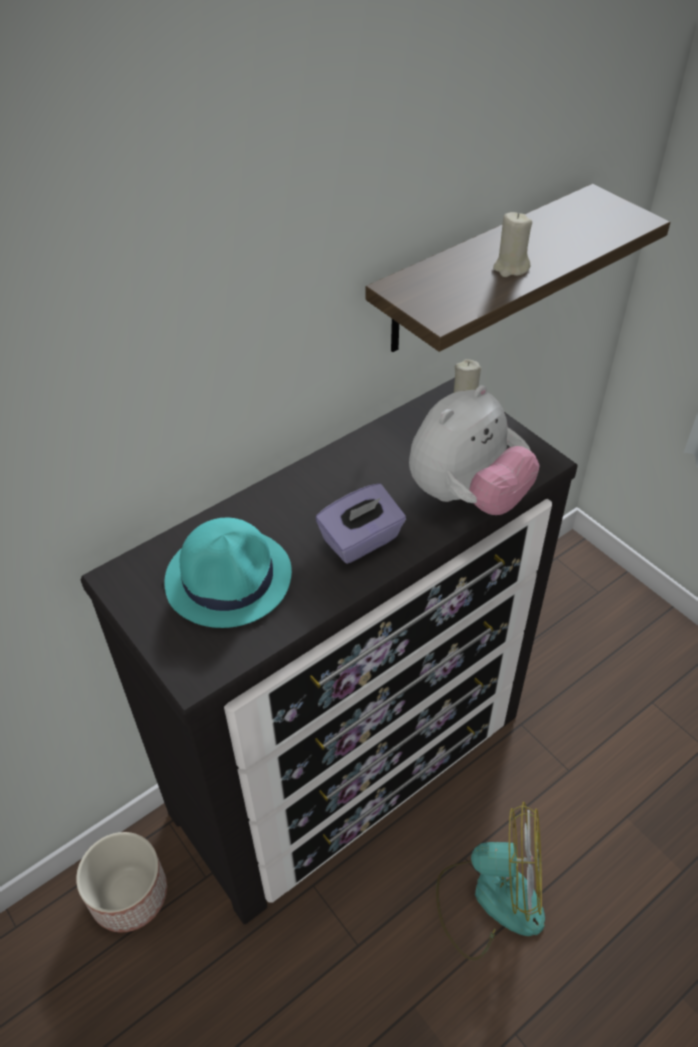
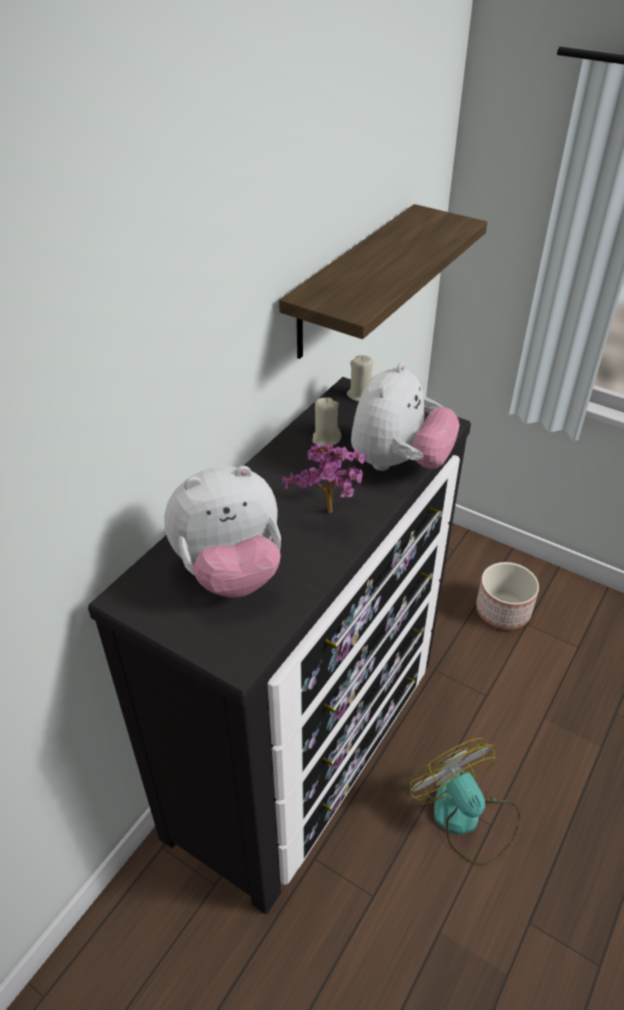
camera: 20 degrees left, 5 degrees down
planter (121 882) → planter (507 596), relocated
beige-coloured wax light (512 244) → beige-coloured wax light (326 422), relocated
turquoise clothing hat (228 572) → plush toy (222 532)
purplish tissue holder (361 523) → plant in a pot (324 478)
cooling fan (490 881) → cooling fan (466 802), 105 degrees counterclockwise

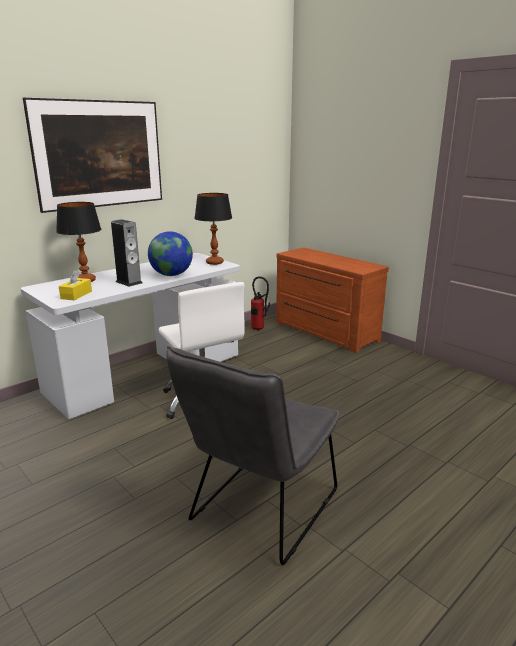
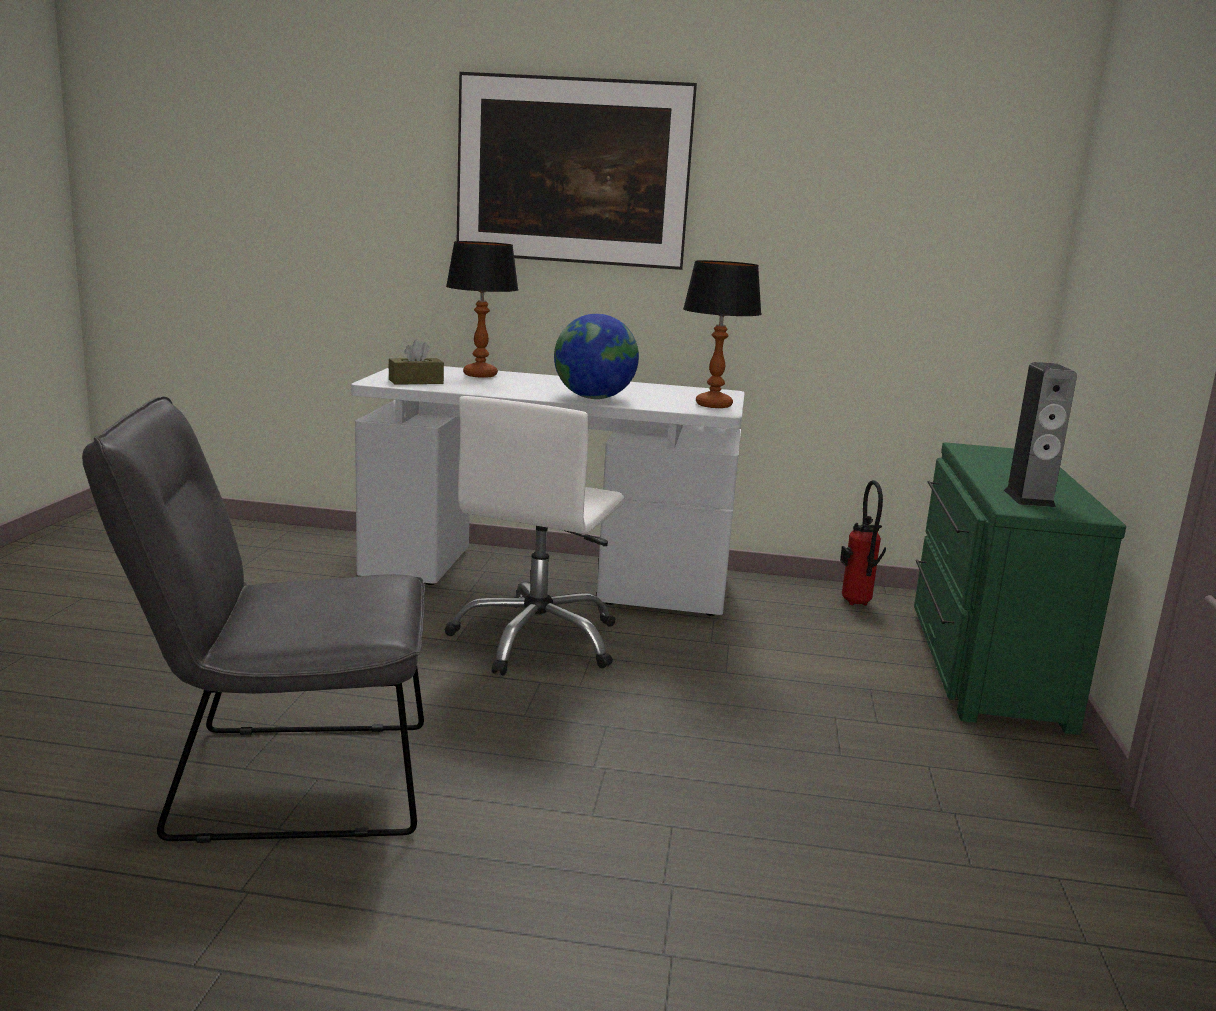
camera: 50 degrees right, 5 degrees down
audio speaker (126 253) → audio speaker (1040 434), relocated
yellow tissue holder (75 285) → brownish tissue holder (416 362)
brownish dresser (332 300) → green dresser (1020 588)

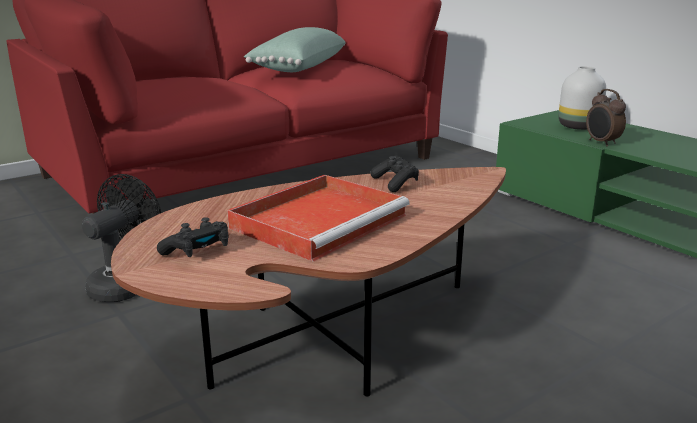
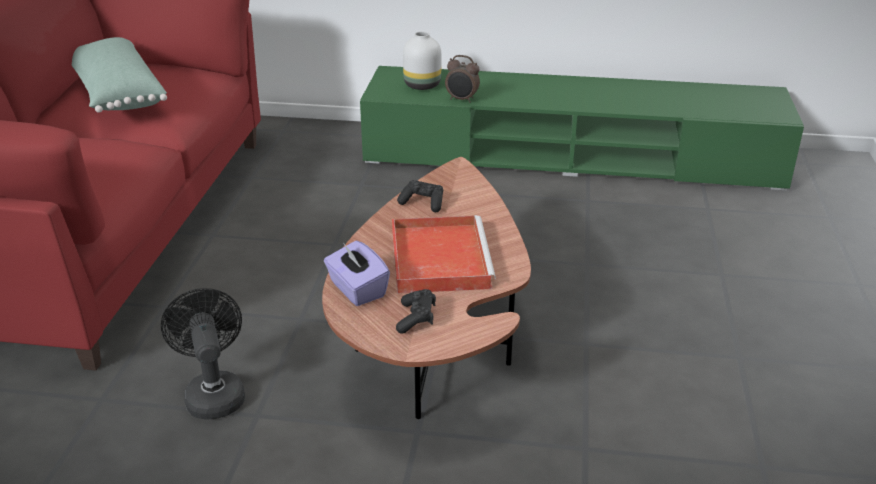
camera: 45 degrees left, 10 degrees up
- → purplish tissue holder (357 273)

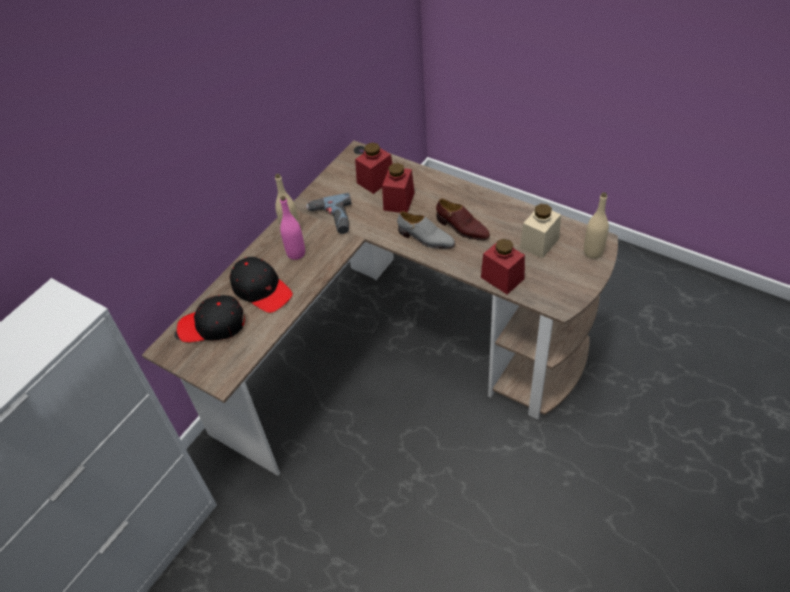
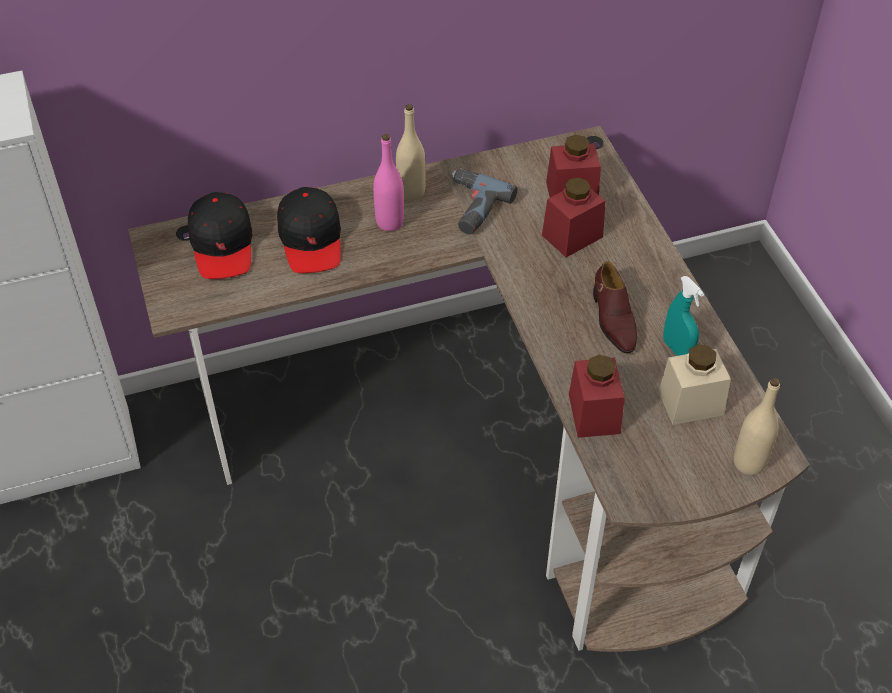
camera: 35 degrees right, 0 degrees up
greyish low shoe (426 230) → -
- → turquoise hand sprayer (683 316)
blackish cap (211 318) → blackish cap (220 235), 135 degrees counterclockwise

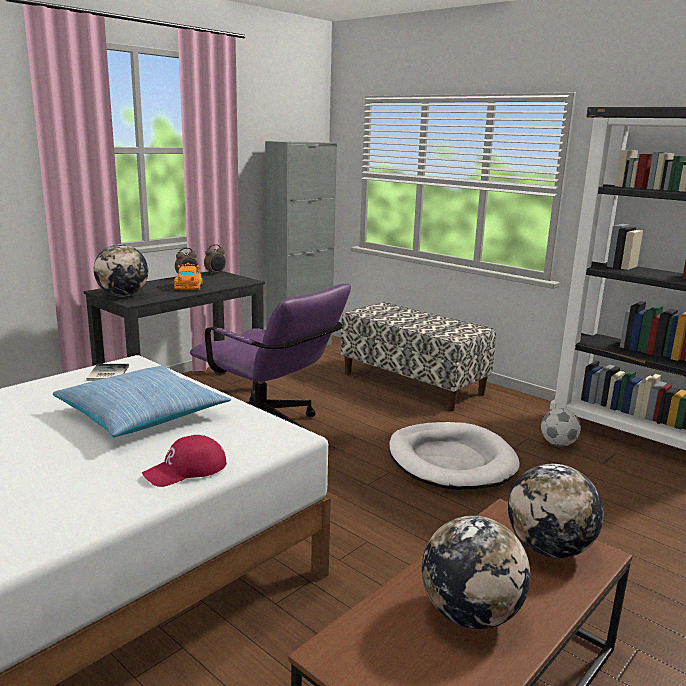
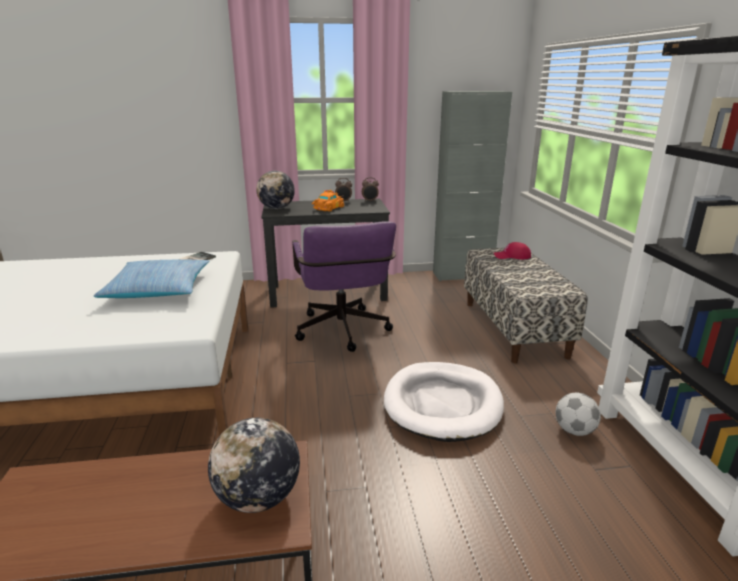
camera: 40 degrees right, 5 degrees up
world globe (476 572) → -
red-coloured cap (184 461) → red-coloured cap (512 250), relocated

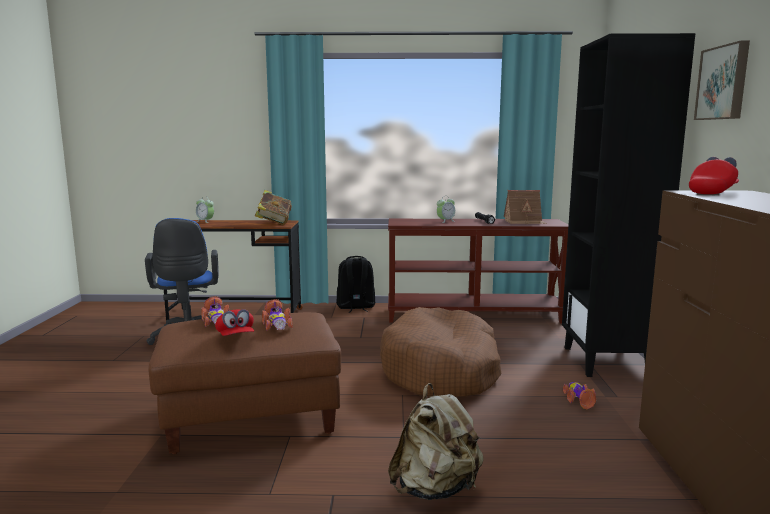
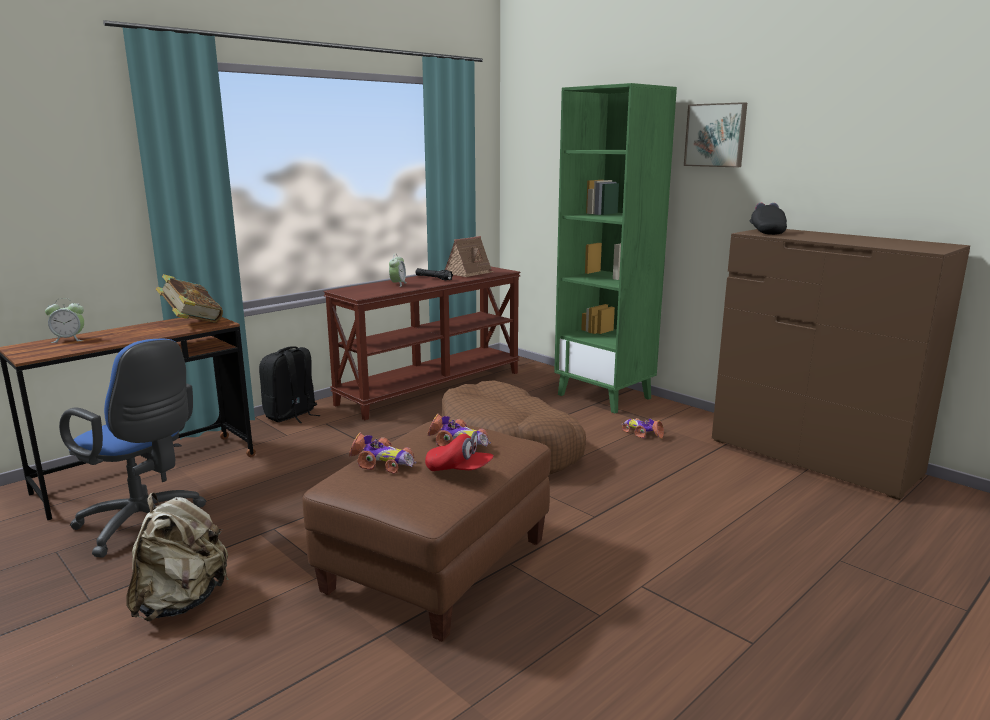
camera: 45 degrees left, 5 degrees up
beige-coloured knapsack (436 441) → beige-coloured knapsack (177 556), relocated
blackish bookshelf (628 205) → green bookshelf (615 248)
red-coloured cap (714 175) → blackish cap (768 219)

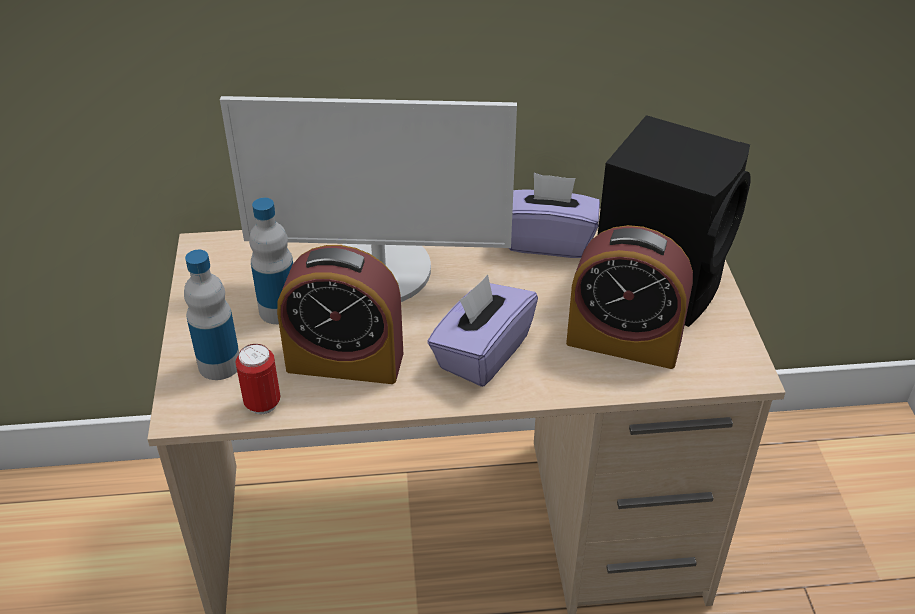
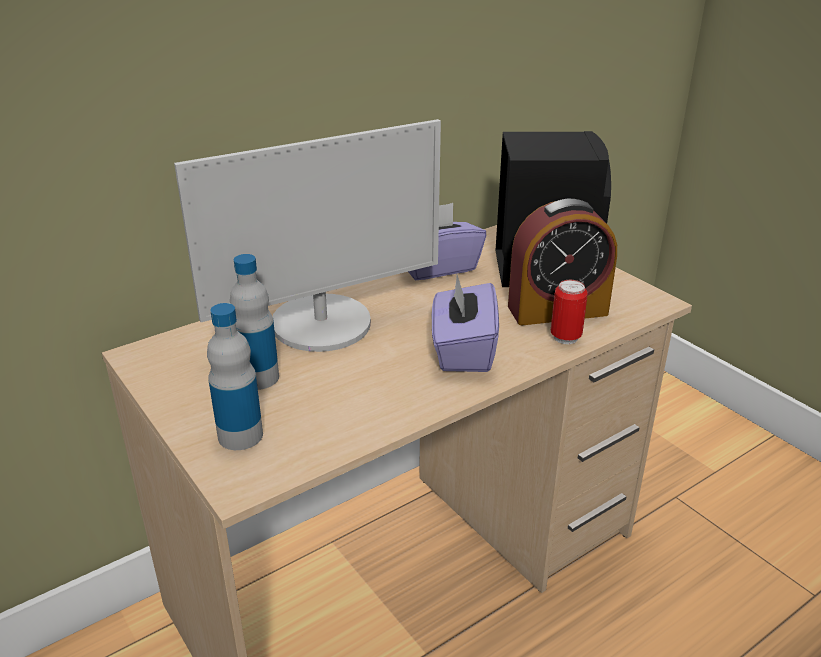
camera: 30 degrees left, 10 degrees down
alarm clock (340 314) → -
can (258 379) → can (569 312), relocated

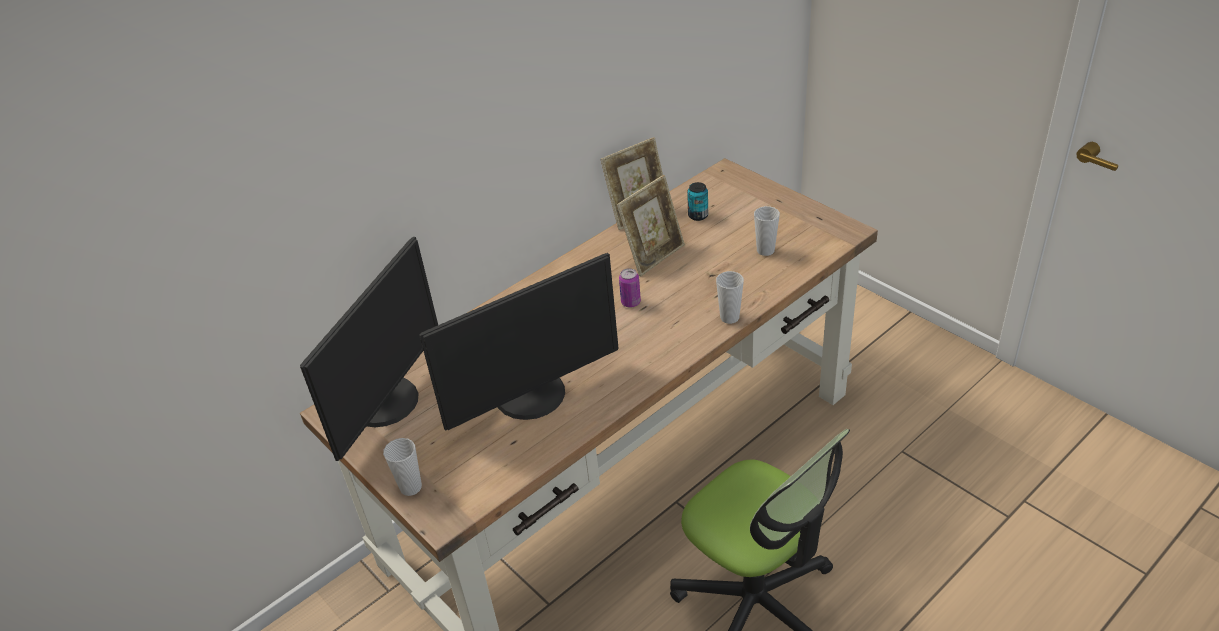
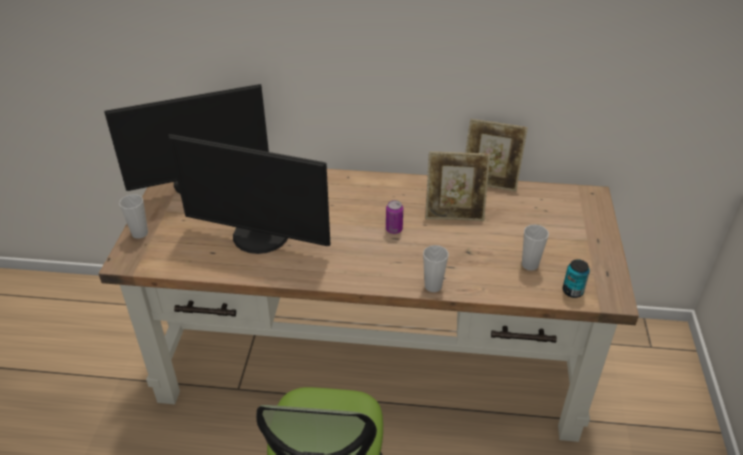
camera: 45 degrees right, 0 degrees up
can (697 201) → can (576 278), relocated

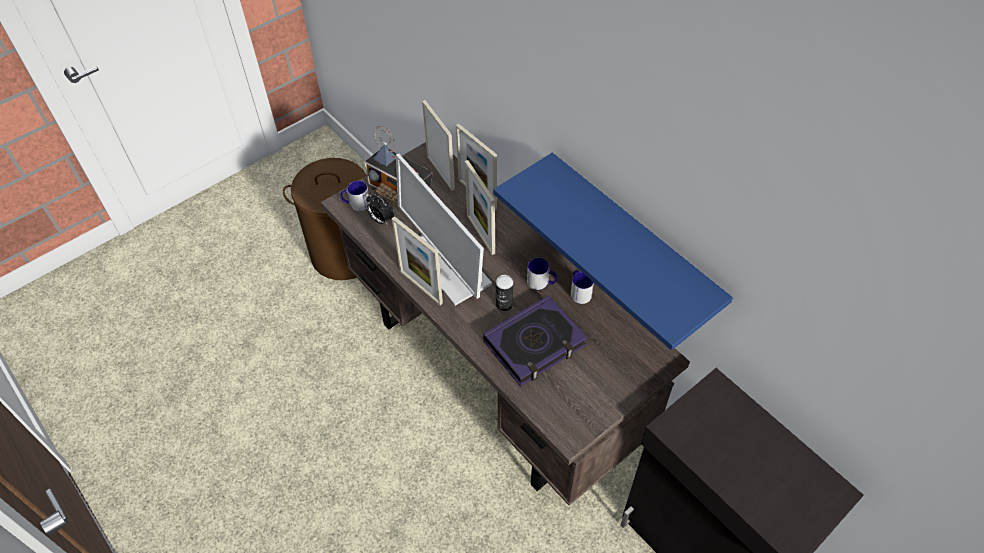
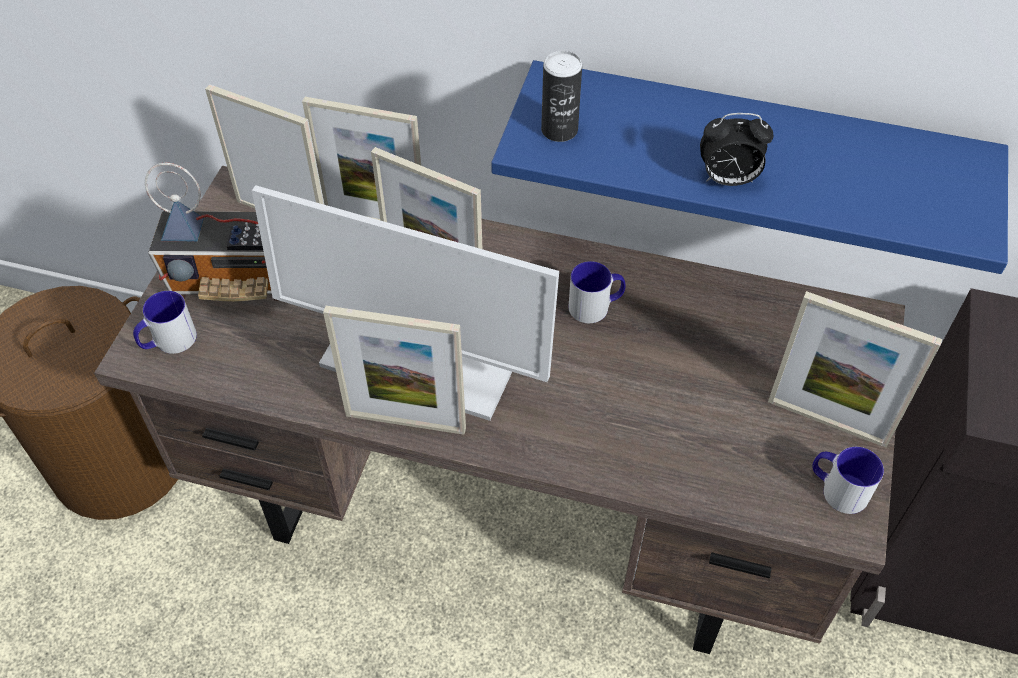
camera: 35 degrees left, 0 degrees up
bound book (535 340) → -
- → photo frame (855 369)
alarm clock (380 209) → alarm clock (736 149), relocated
can (504 293) → can (561 96), relocated
coffee mug (582 287) → coffee mug (848 480), relocated

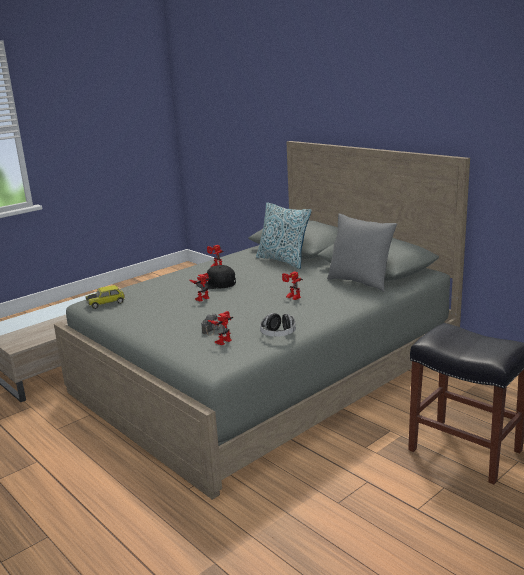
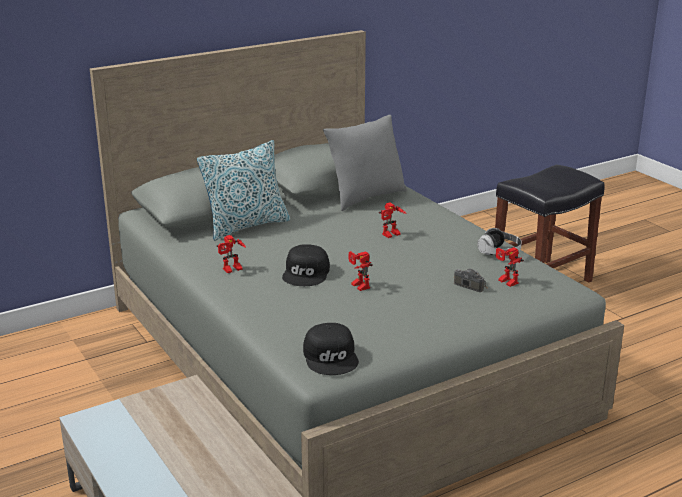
camera: 80 degrees left, 5 degrees up
model car (105 297) → blackish cap (331 349)

